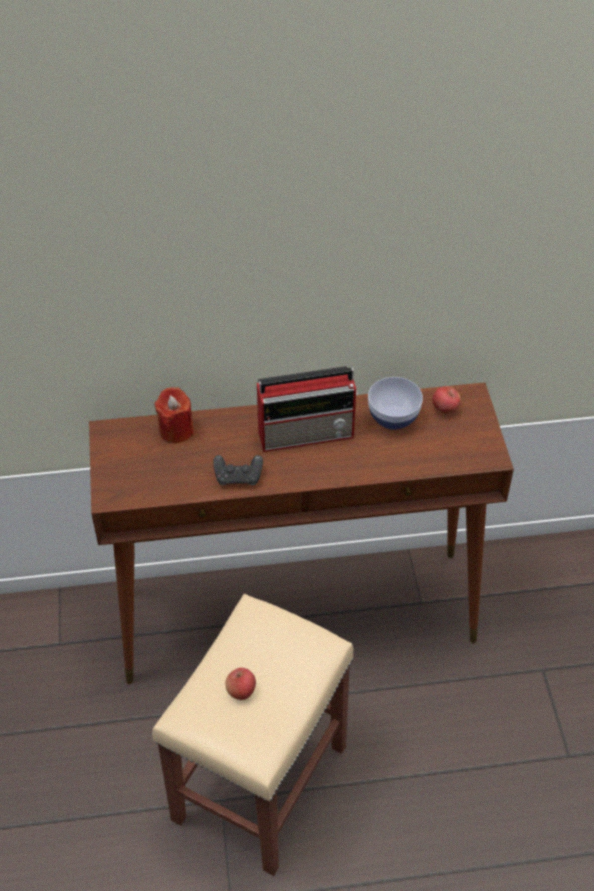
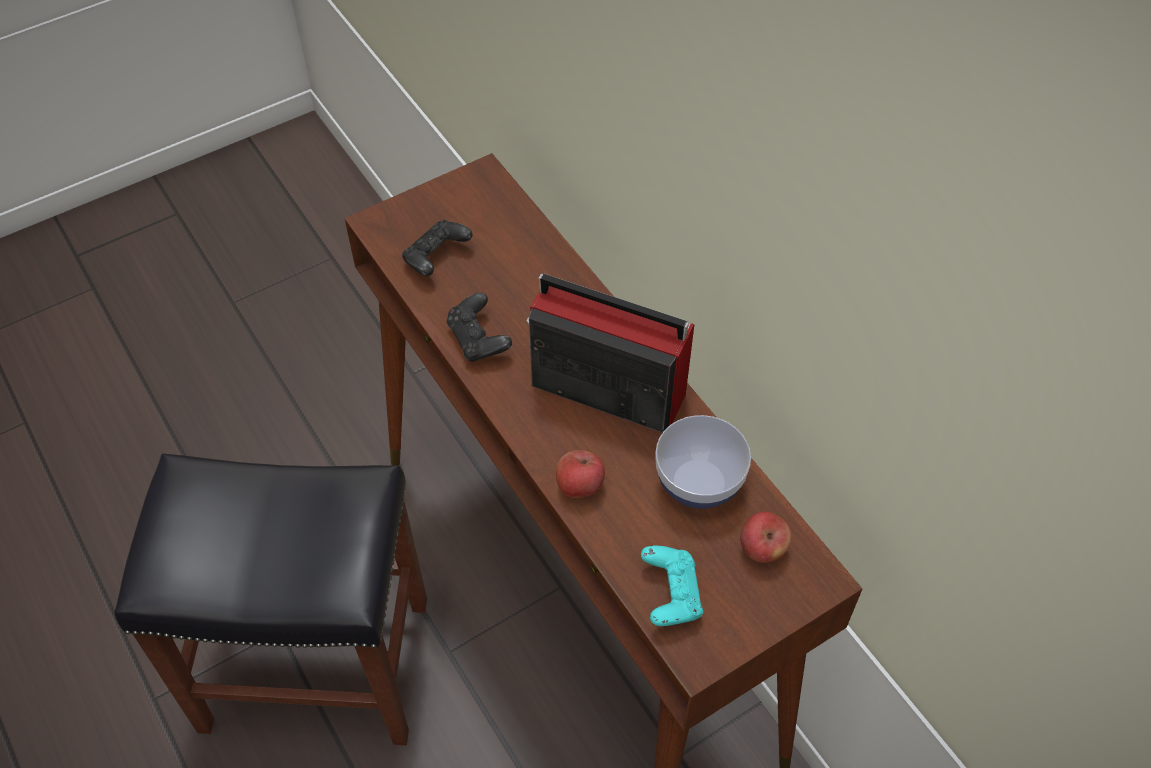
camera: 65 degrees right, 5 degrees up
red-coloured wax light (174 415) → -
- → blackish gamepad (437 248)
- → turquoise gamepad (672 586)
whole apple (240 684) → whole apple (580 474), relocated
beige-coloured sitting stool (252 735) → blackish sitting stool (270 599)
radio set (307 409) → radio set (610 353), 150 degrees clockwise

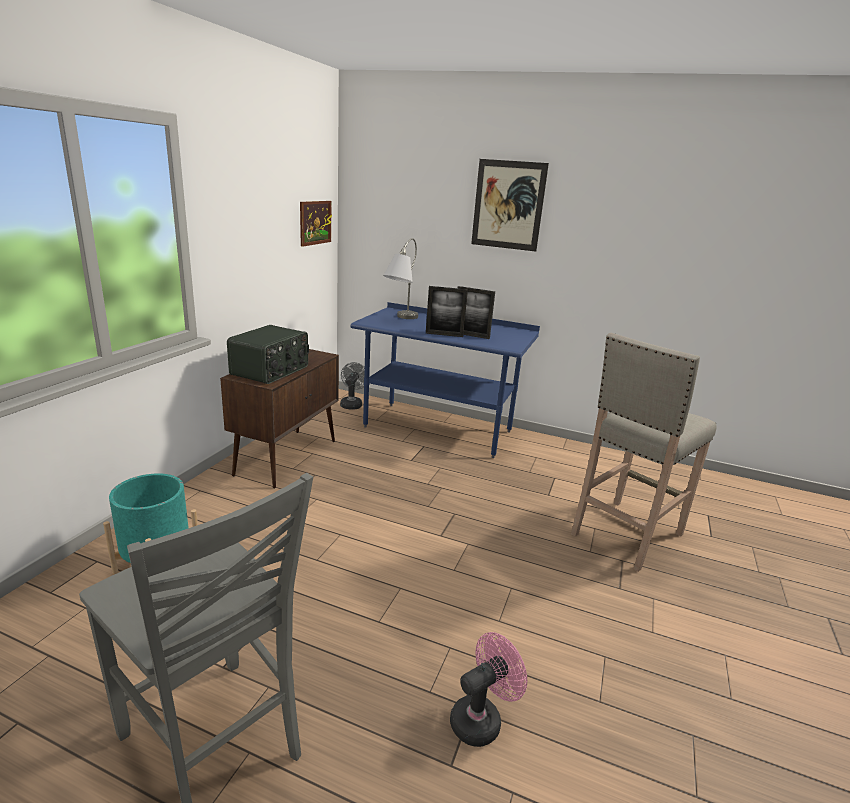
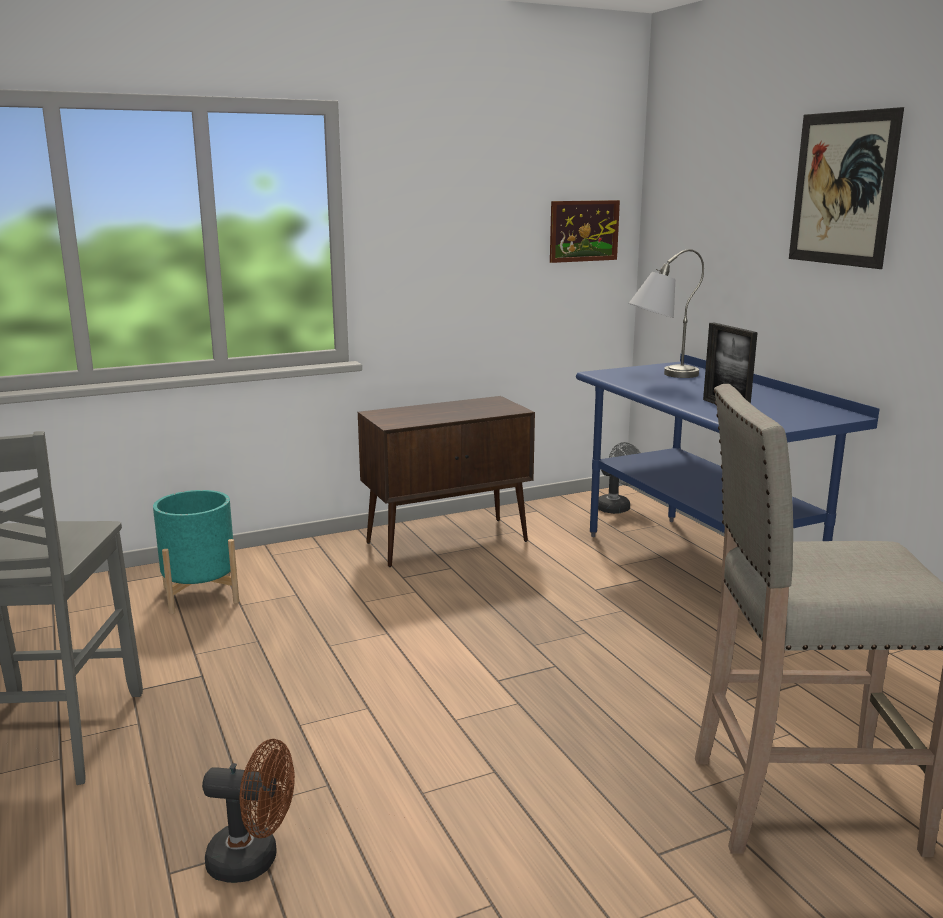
camera: 45 degrees right, 5 degrees down
radio set (268 354) → -
photo frame (447 311) → -
pink cooling fan (488 689) → brownish cooling fan (248 811)

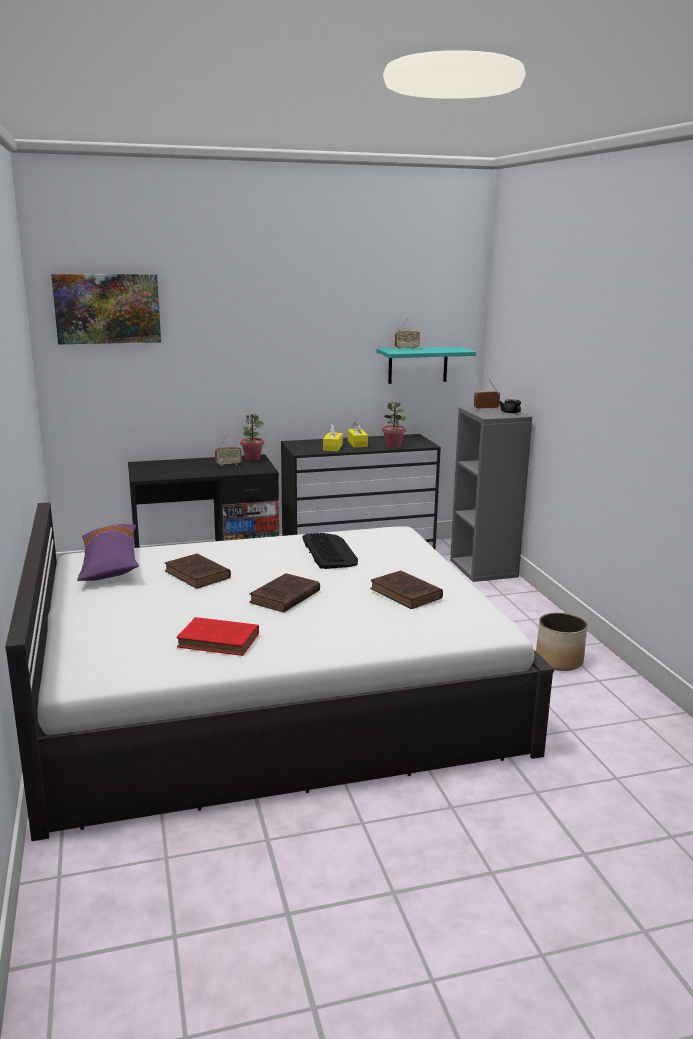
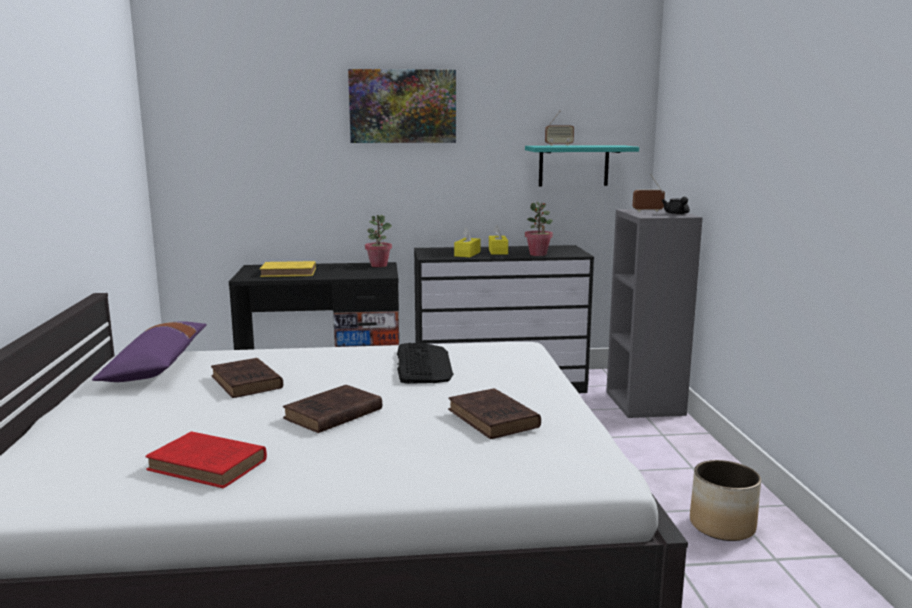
camera: 10 degrees right, 5 degrees down
radio set (228 450) → -
- → yellow bound book (288 269)
wall picture (106 309) → wall picture (402 106), relocated

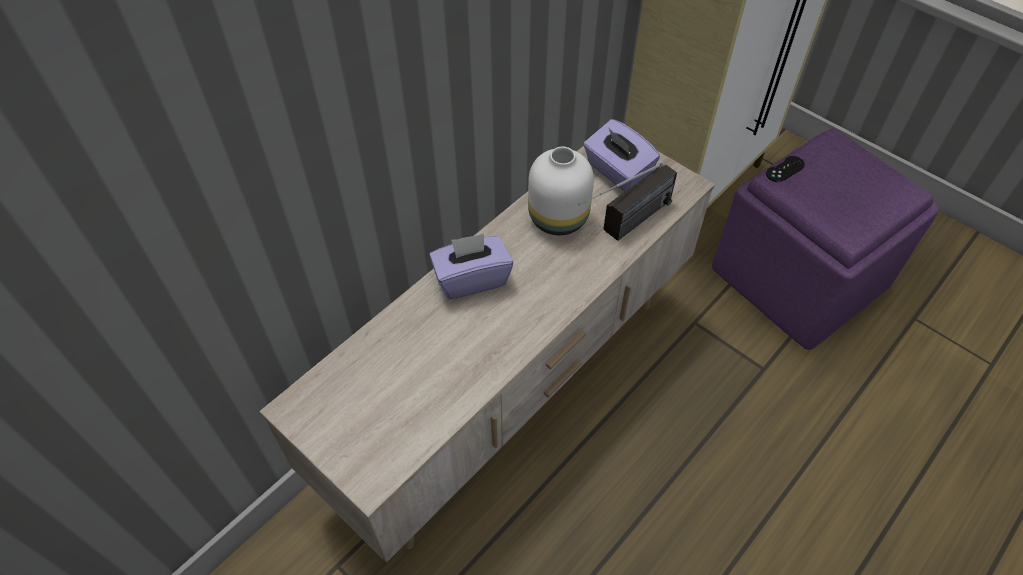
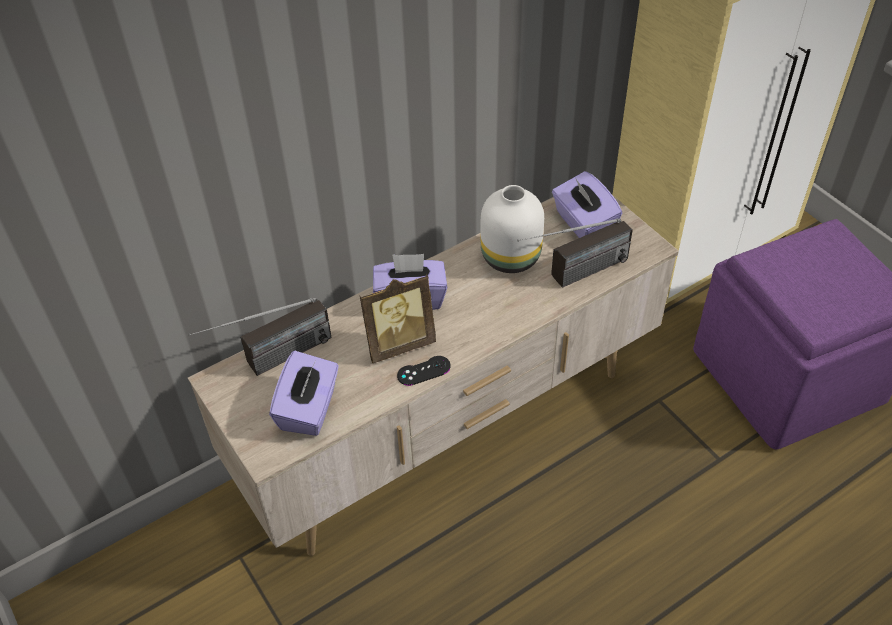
camera: 15 degrees right, 5 degrees down
- → radio set (260 337)
- → purplish tissue holder (304 393)
- → photo frame (398 318)
blackish gamepad (785 169) → blackish gamepad (424 371), relocated

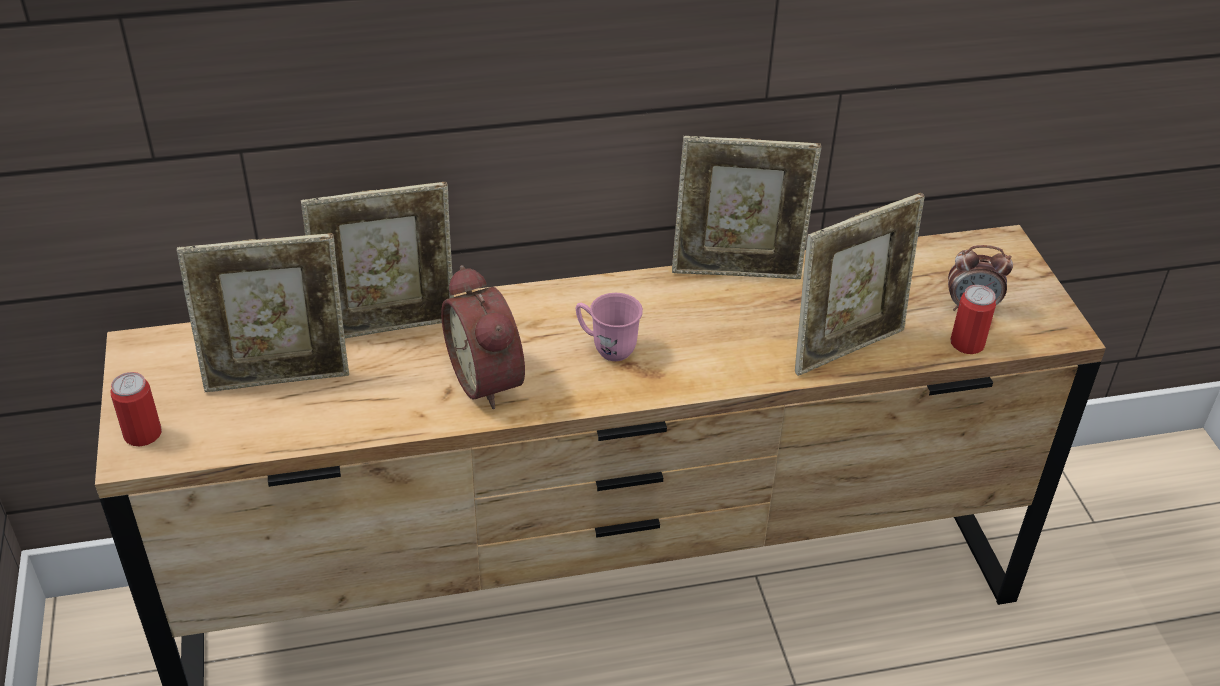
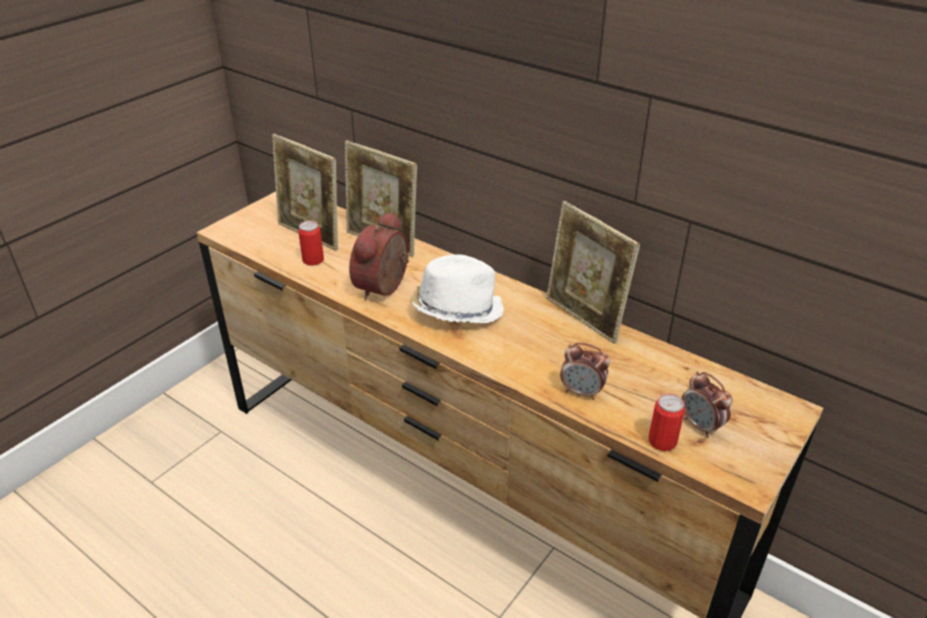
camera: 50 degrees right, 5 degrees down
can (136 409) → can (311 243), relocated
pink coffee mug (609 327) → white-coloured clothing hat (457 288)
photo frame (860 284) → alarm clock (585 371)

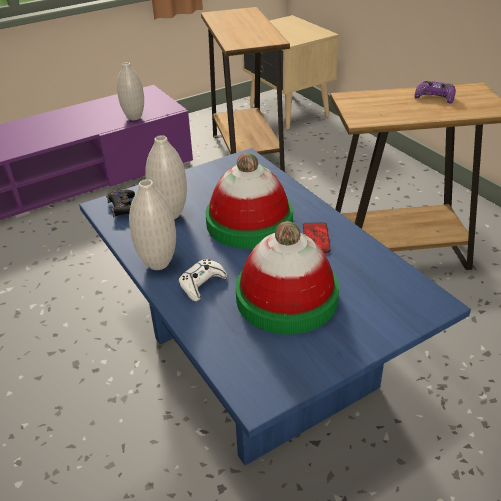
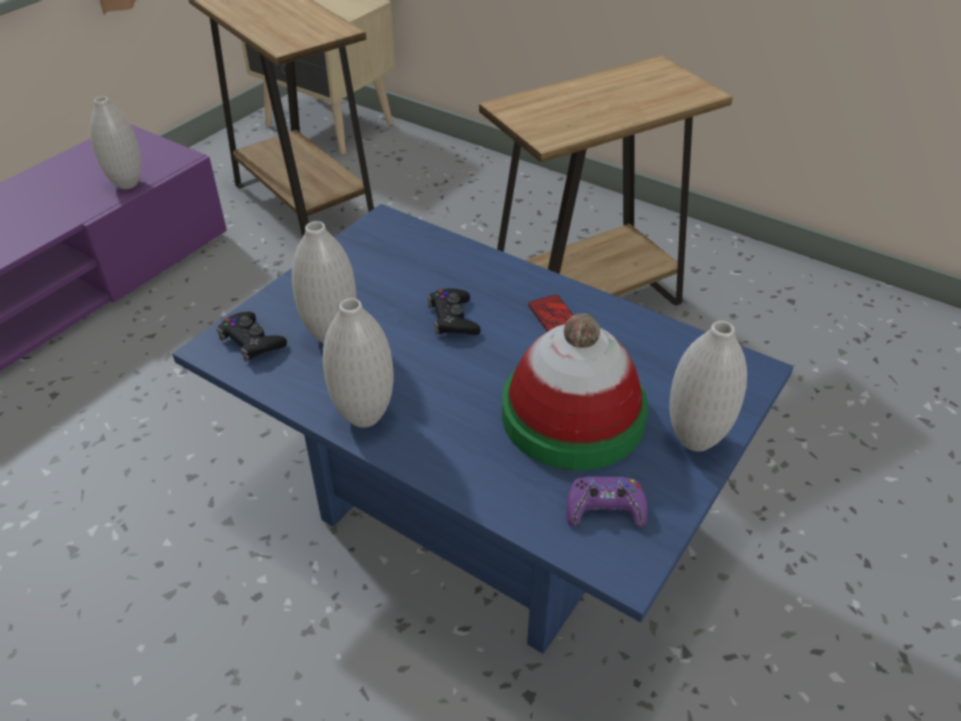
camera: 25 degrees left, 5 degrees up
white-coloured gamepad (202 280) → -
- → white-coloured flower vase (708 386)
purplish gamepad (435 92) → purplish gamepad (607 502), relocated
clothing hat (249 200) → blackish gamepad (453 311)

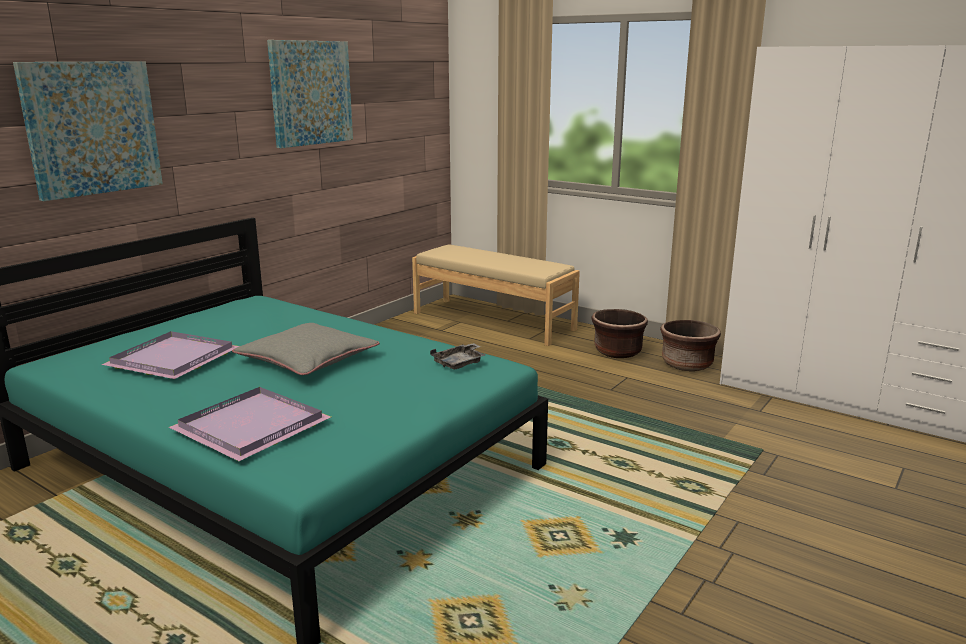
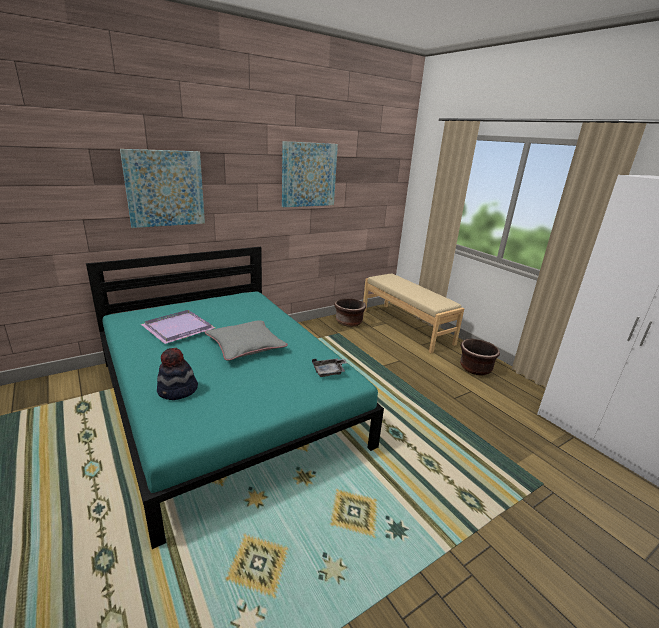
camera: 20 degrees right, 5 degrees up
brownish planter (690 345) → brownish planter (350 312), relocated
purplish carrying tray (250 424) → clothing hat (177 374)

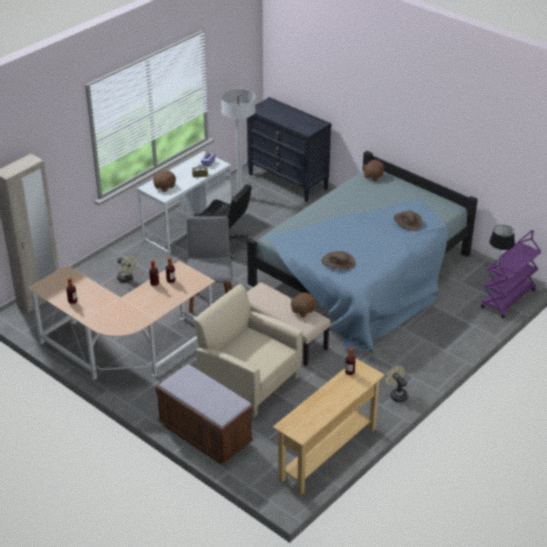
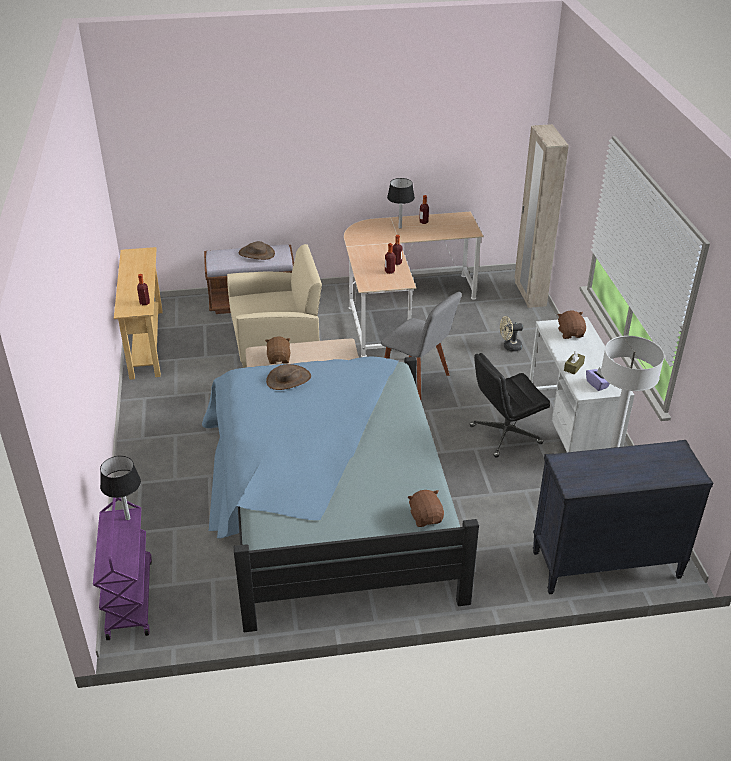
camera: 130 degrees right, 0 degrees up
beige-coloured cooling fan (397 384) → -
- → blackish lamp for a table (401 203)
brownish clothing hat (408 221) → brownish clothing hat (257 250), relocated

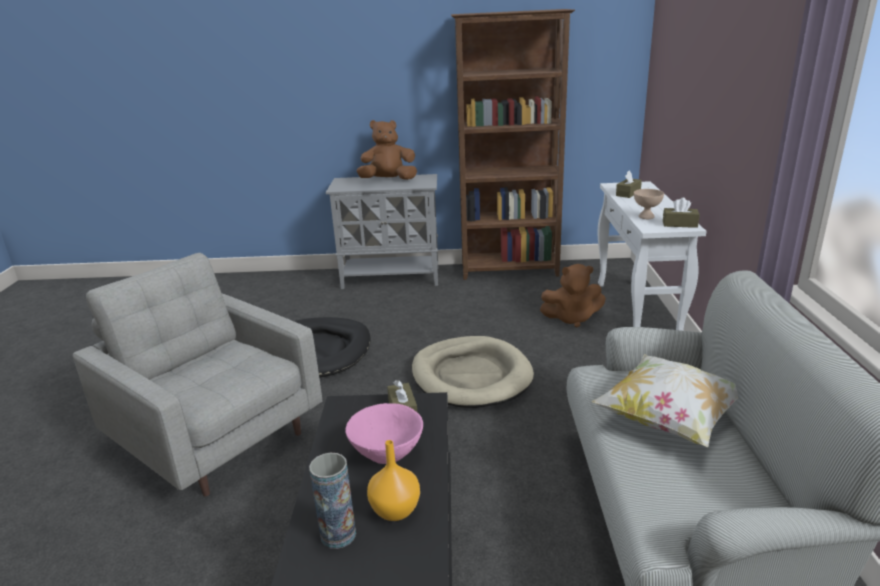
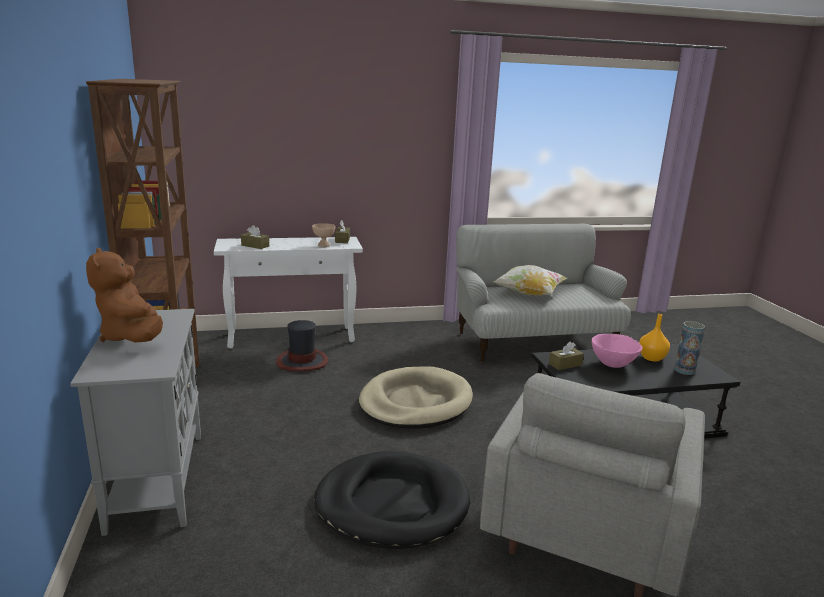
camera: 105 degrees left, 5 degrees down
brownish plush toy (573 295) → clothing hat (302 345)

